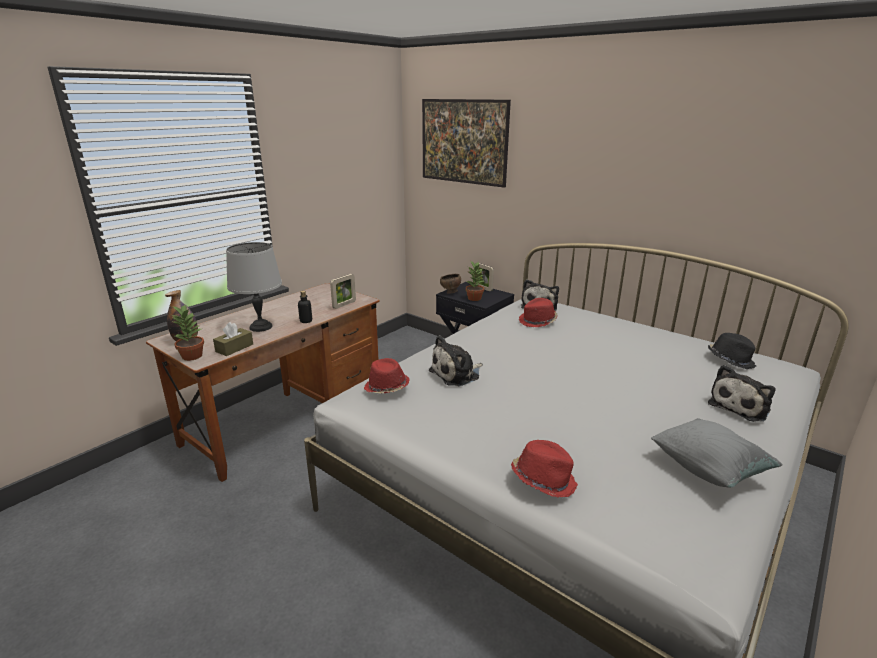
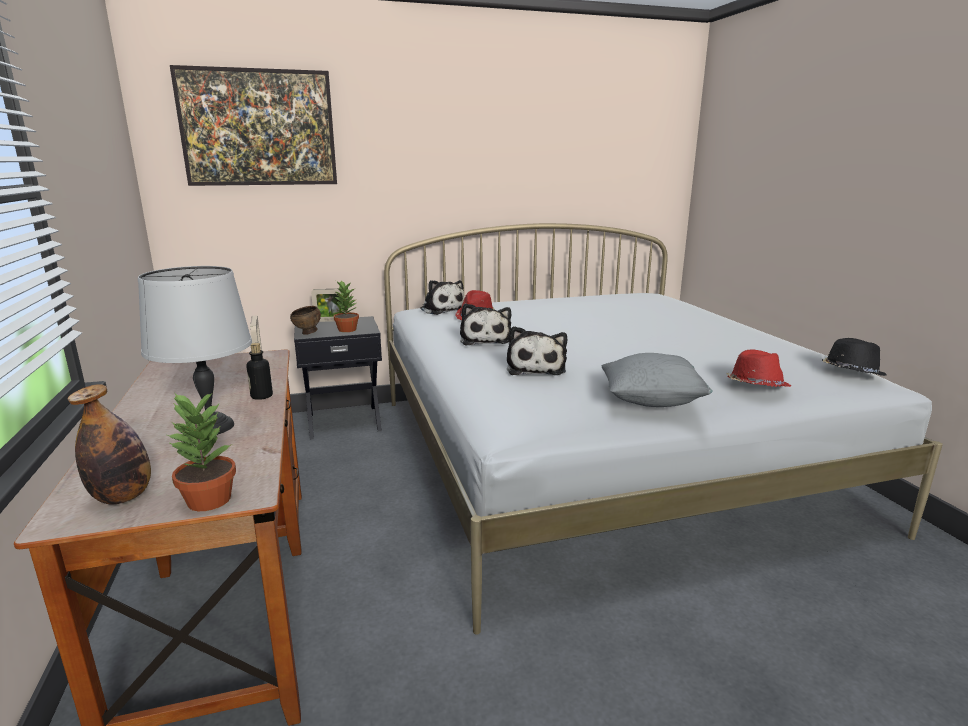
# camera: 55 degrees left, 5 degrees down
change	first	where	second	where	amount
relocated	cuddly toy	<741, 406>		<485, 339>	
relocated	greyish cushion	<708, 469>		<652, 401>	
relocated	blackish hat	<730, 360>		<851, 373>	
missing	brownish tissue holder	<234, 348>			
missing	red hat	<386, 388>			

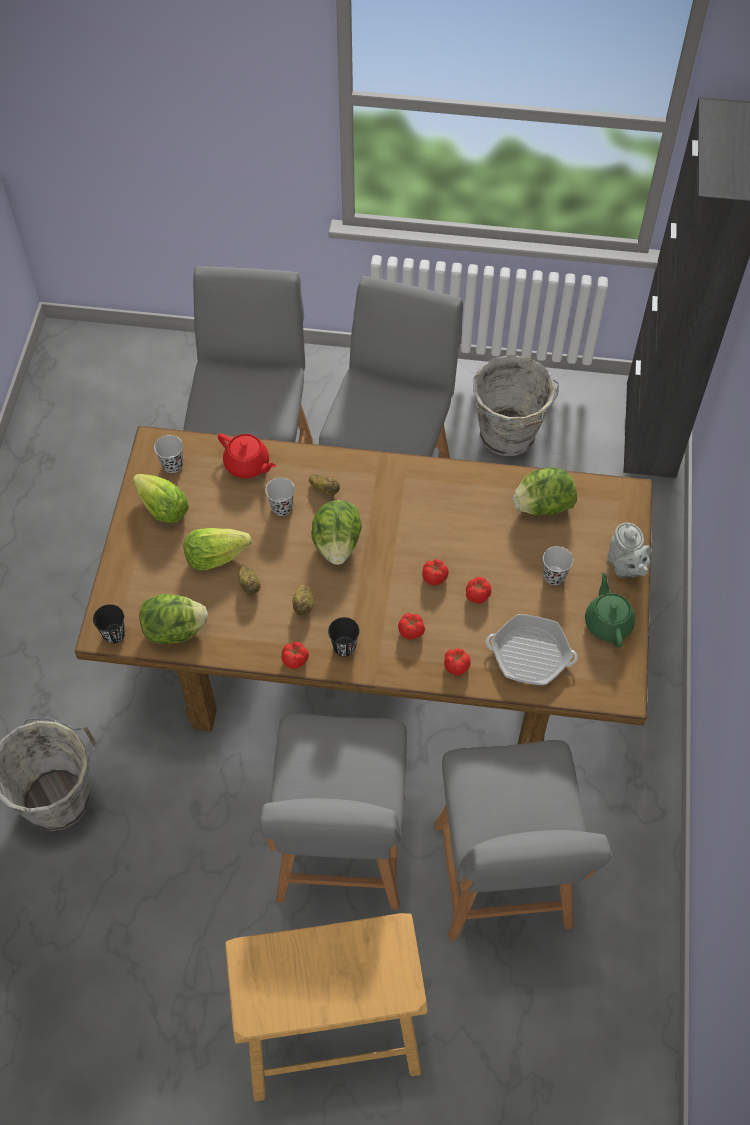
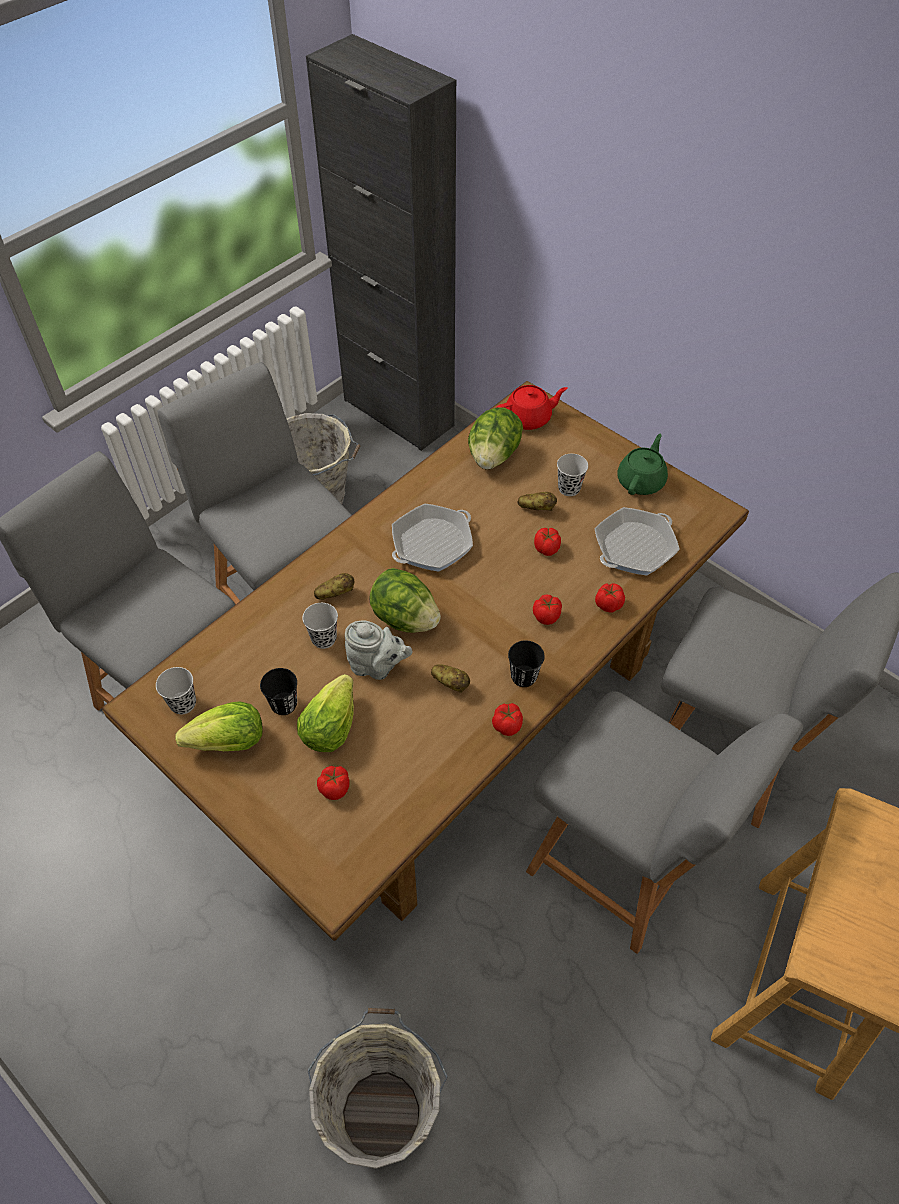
# camera: 55 degrees left, 5 degrees down
change	first	where	second	where	amount
relocated	blackish small cup	<114, 634>		<284, 704>	
relocated	whole tomato	<435, 577>		<335, 788>	
relocated	greyish pot for tea	<625, 567>		<377, 666>	
appeared			skillet	<432, 543>	
relocated	red pot for tea	<247, 465>		<529, 418>	
relocated	spud	<250, 585>		<536, 508>	
spun	greenish pot for tea	<608, 622>		<641, 481>	90 degrees clockwise
missing	lettuce head	<175, 630>			

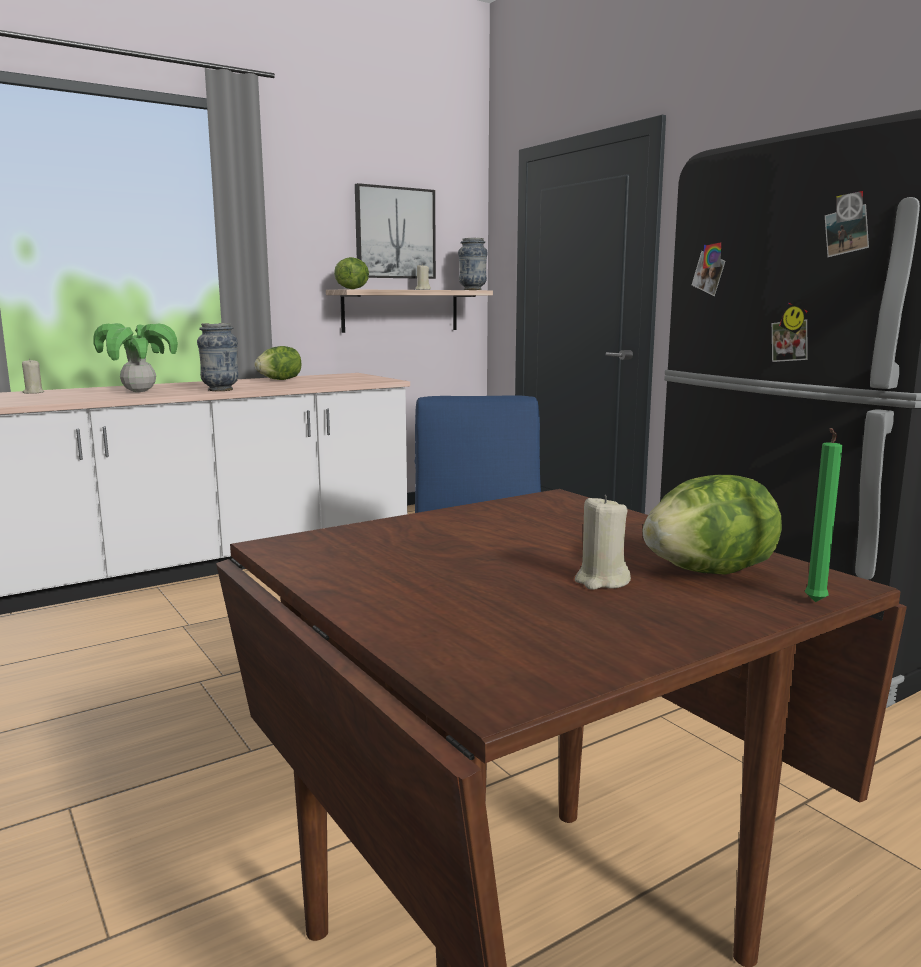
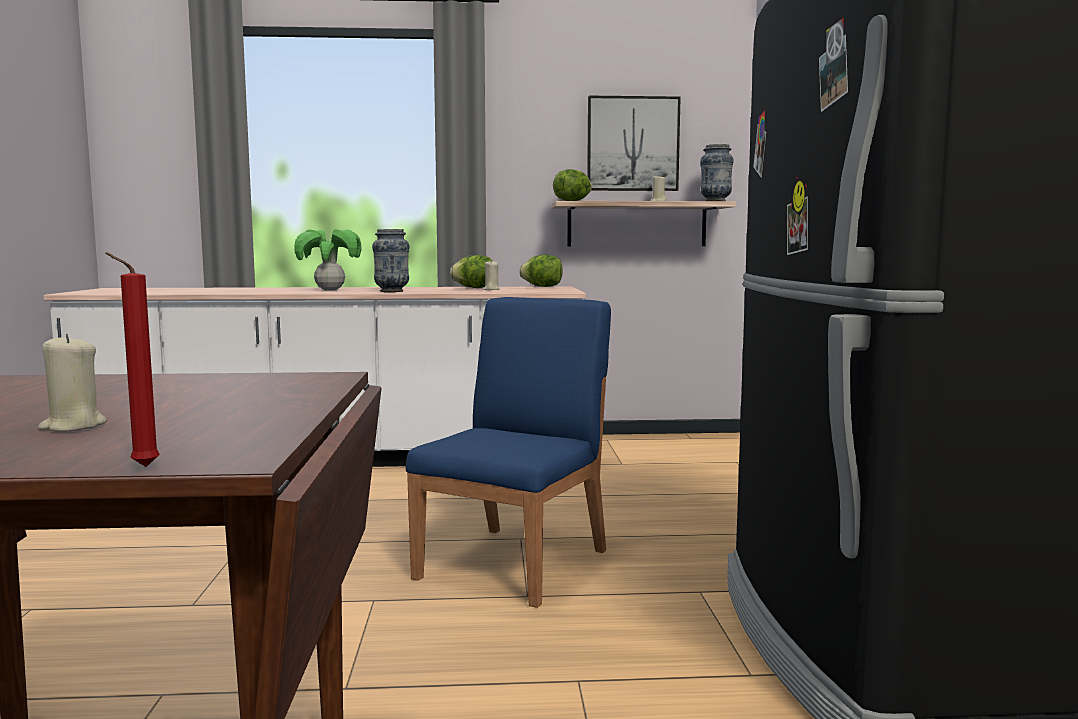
# camera: 30 degrees right, 5 degrees down
change	first	where	second	where	amount
colour	greenish wax light	<814, 603>	red wax light	<140, 467>	
relocated	beige wax light	<33, 392>		<491, 289>	
relocated	lettuce head	<709, 572>		<542, 286>	

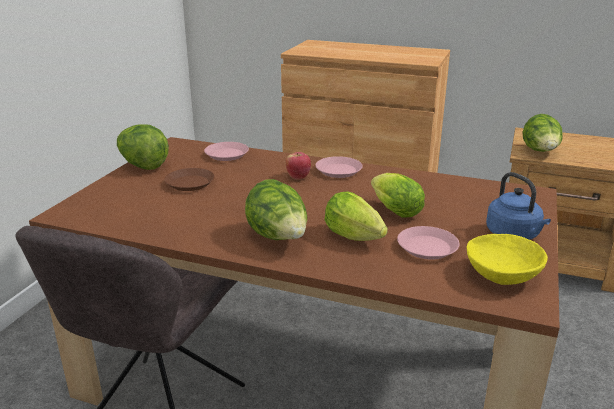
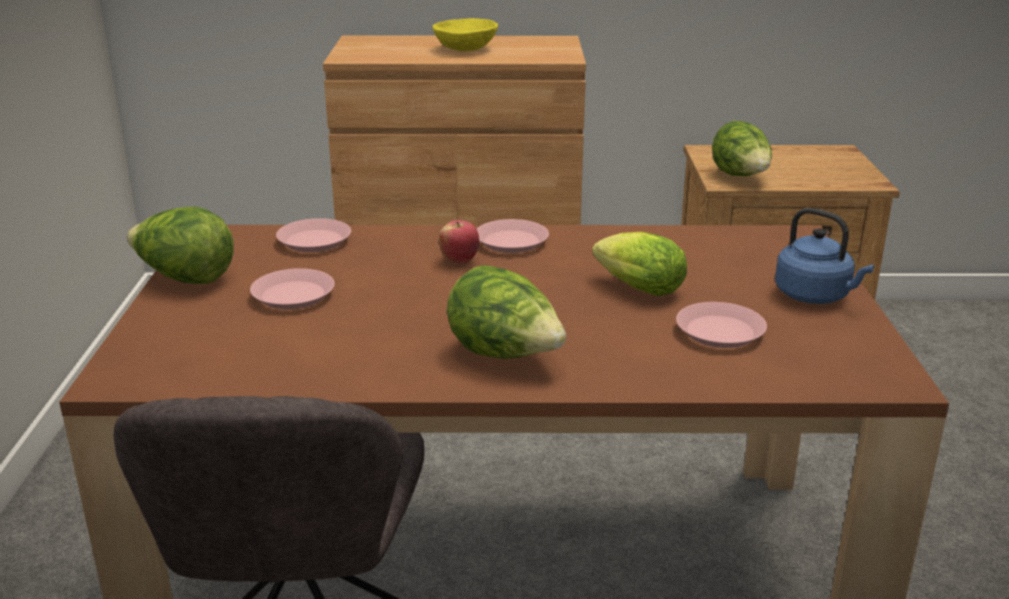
# camera: 20 degrees left, 0 degrees up
change	first	where	second	where	amount
colour	brownish flat dish	<190, 183>	pinkish flat dish	<294, 295>	
relocated	yellow-coloured deep dish	<503, 275>		<466, 49>	
missing	lettuce head	<356, 238>			

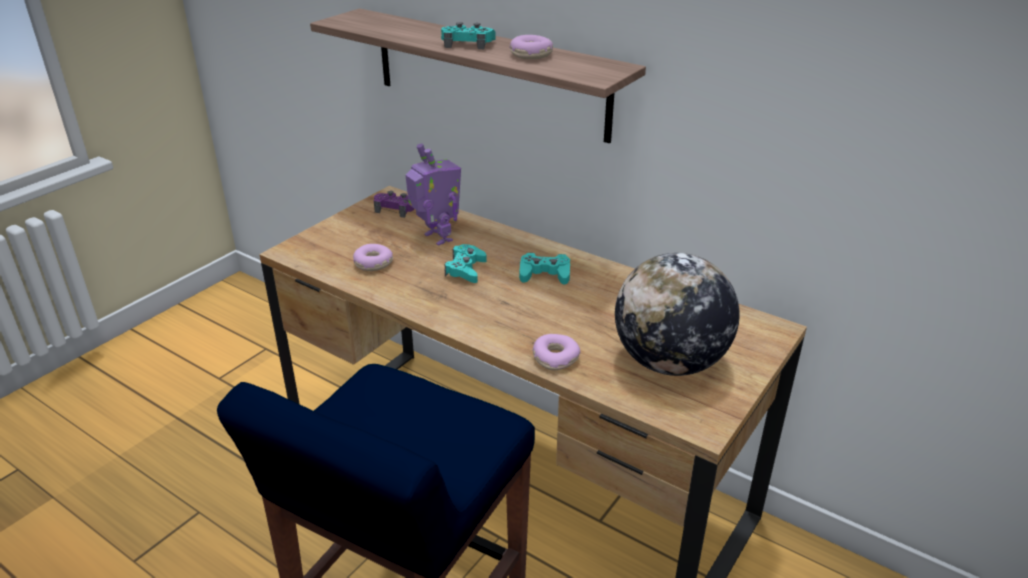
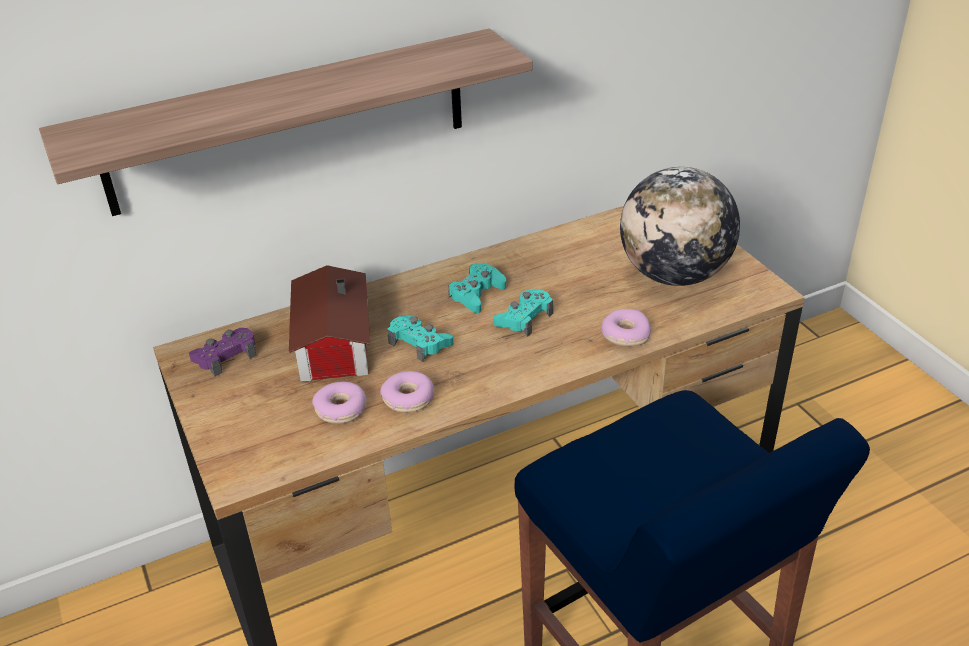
# camera: 60 degrees left, 5 degrees up
change	first	where	second	where	amount
exchanged	model robot	<436, 238>	miniature house	<330, 344>	
relocated	donut	<531, 55>		<408, 399>	
relocated	turquoise joypad	<468, 44>		<524, 318>	

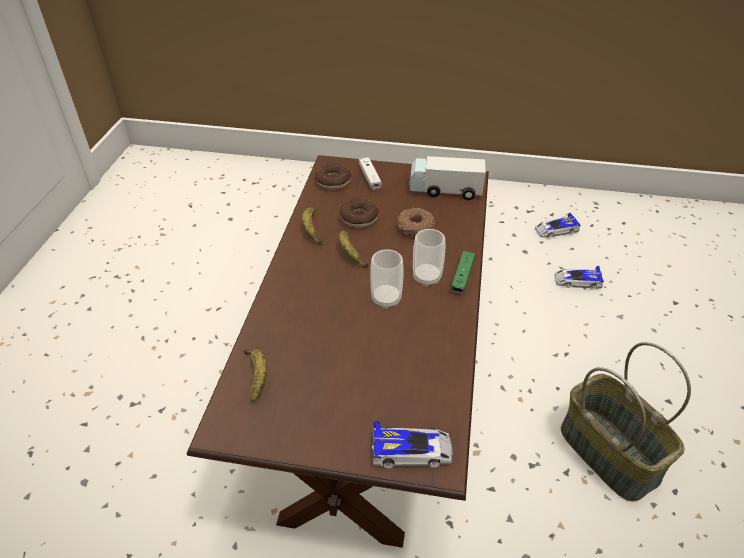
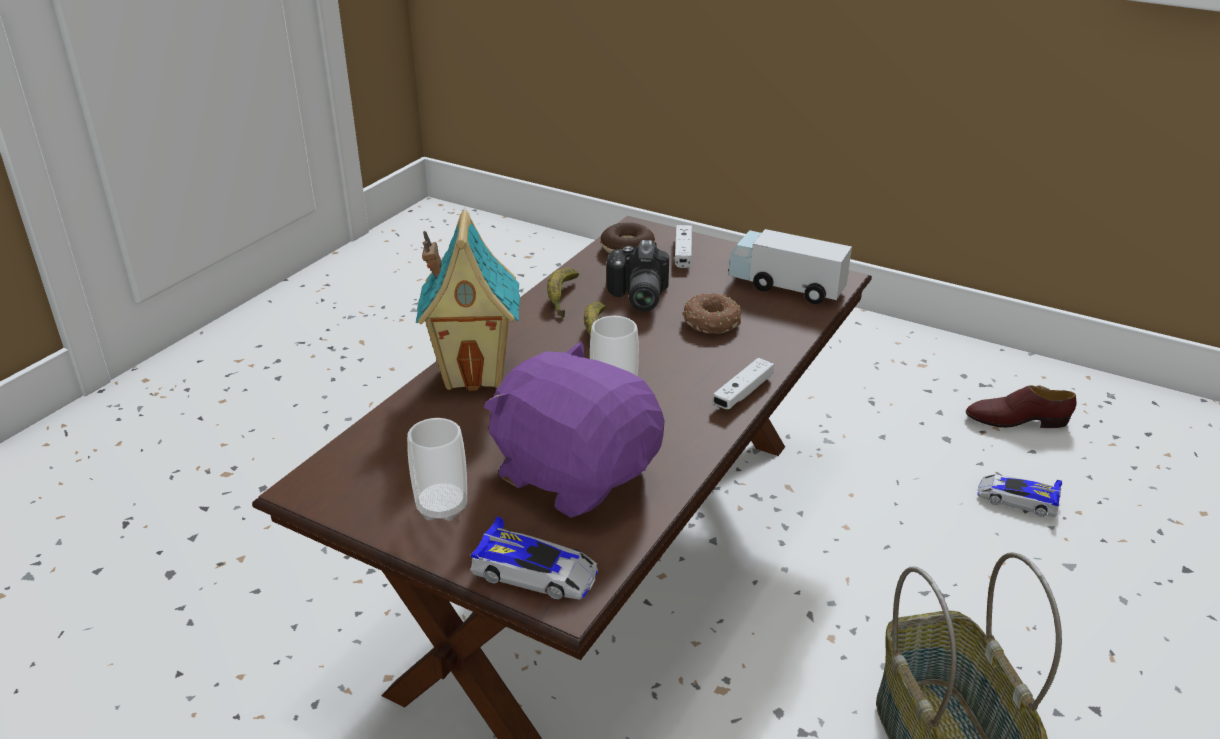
# camera: 20 degrees right, 10 degrees down
change	first	where	second	where	amount
relocated	small cup	<427, 277>		<442, 507>	
appeared			miniature house	<476, 372>	
appeared			purple-coloured cuddly toy	<575, 473>	
exchanged	donut	<359, 218>	still camera	<636, 297>	
colour	greenish joypad	<462, 277>	white-coloured joypad	<743, 393>	
exchanged	toy car	<555, 230>	brownish low shoe	<1016, 420>	
missing	banana	<257, 376>			

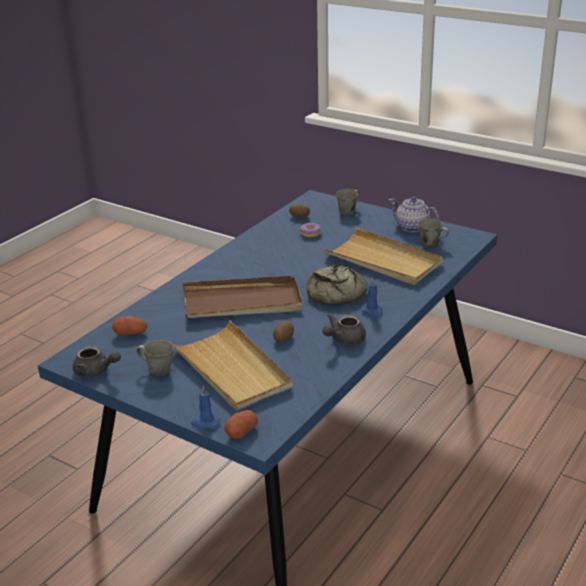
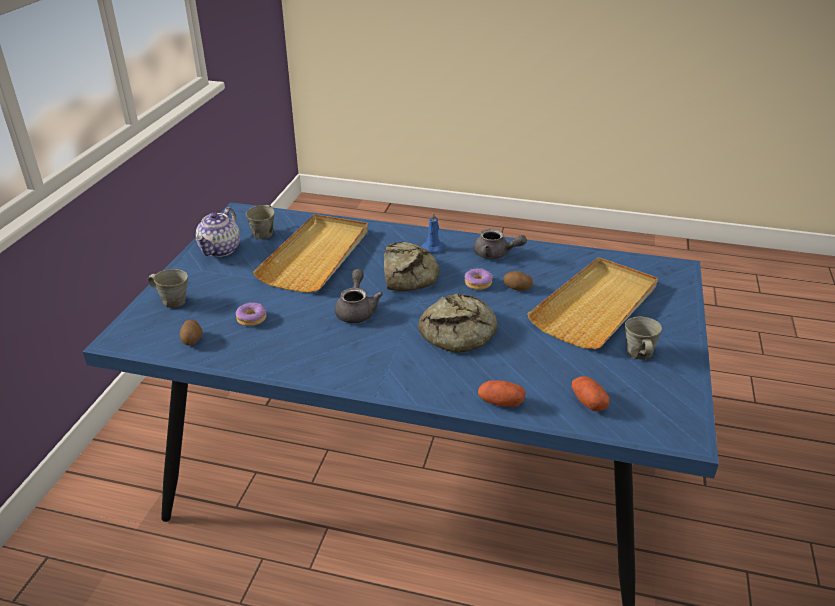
# camera: 110 degrees left, 5 degrees up
change	first	where	second	where	amount
relocated	greyish pot for tea	<96, 371>		<357, 310>	
exchanged	brownish tray	<242, 302>	baked bread	<461, 332>	
appeared			donut	<478, 283>	
relocated	spud	<242, 431>		<500, 402>	
missing	bluish wax light	<205, 423>			

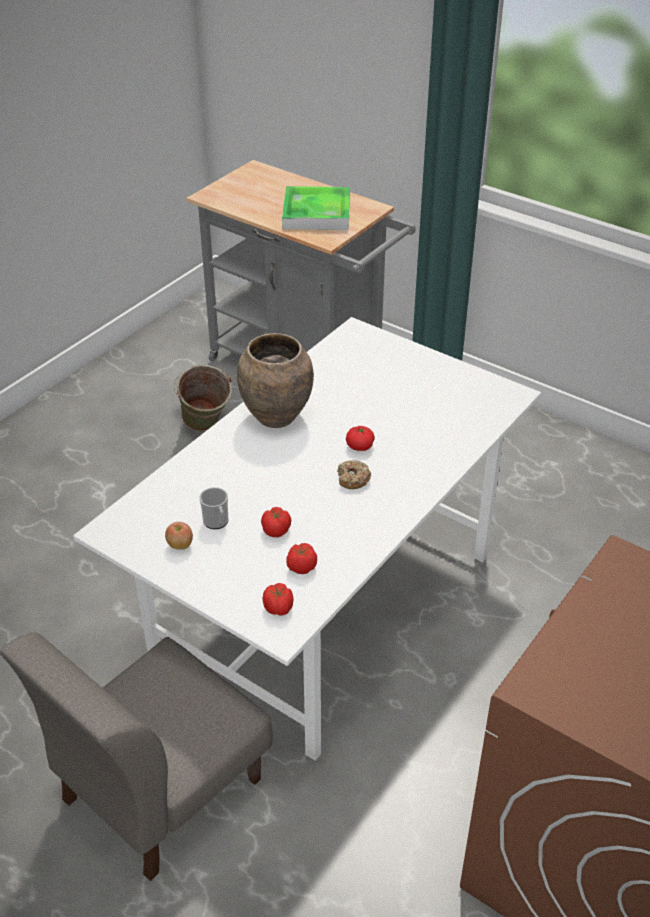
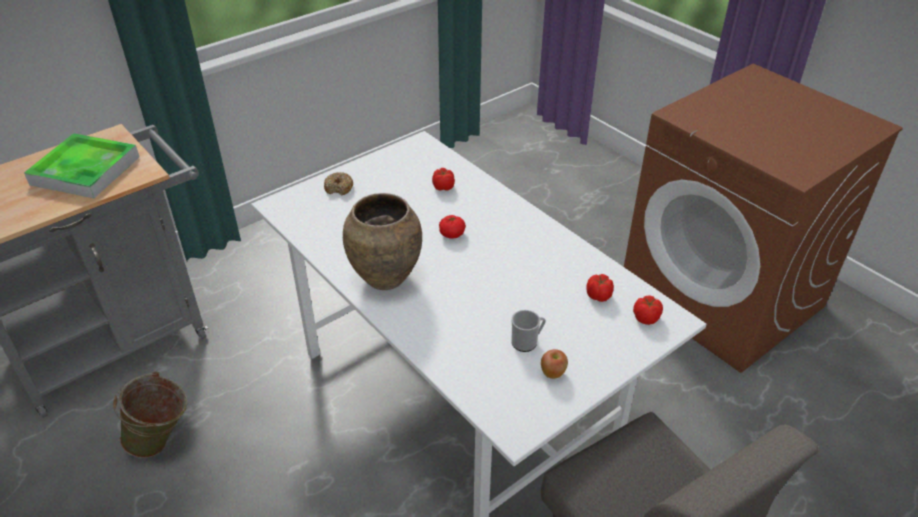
# camera: 75 degrees left, 0 degrees up
change	first	where	second	where	amount
relocated	donut	<353, 479>		<339, 188>	
relocated	whole tomato	<277, 530>		<443, 187>	

